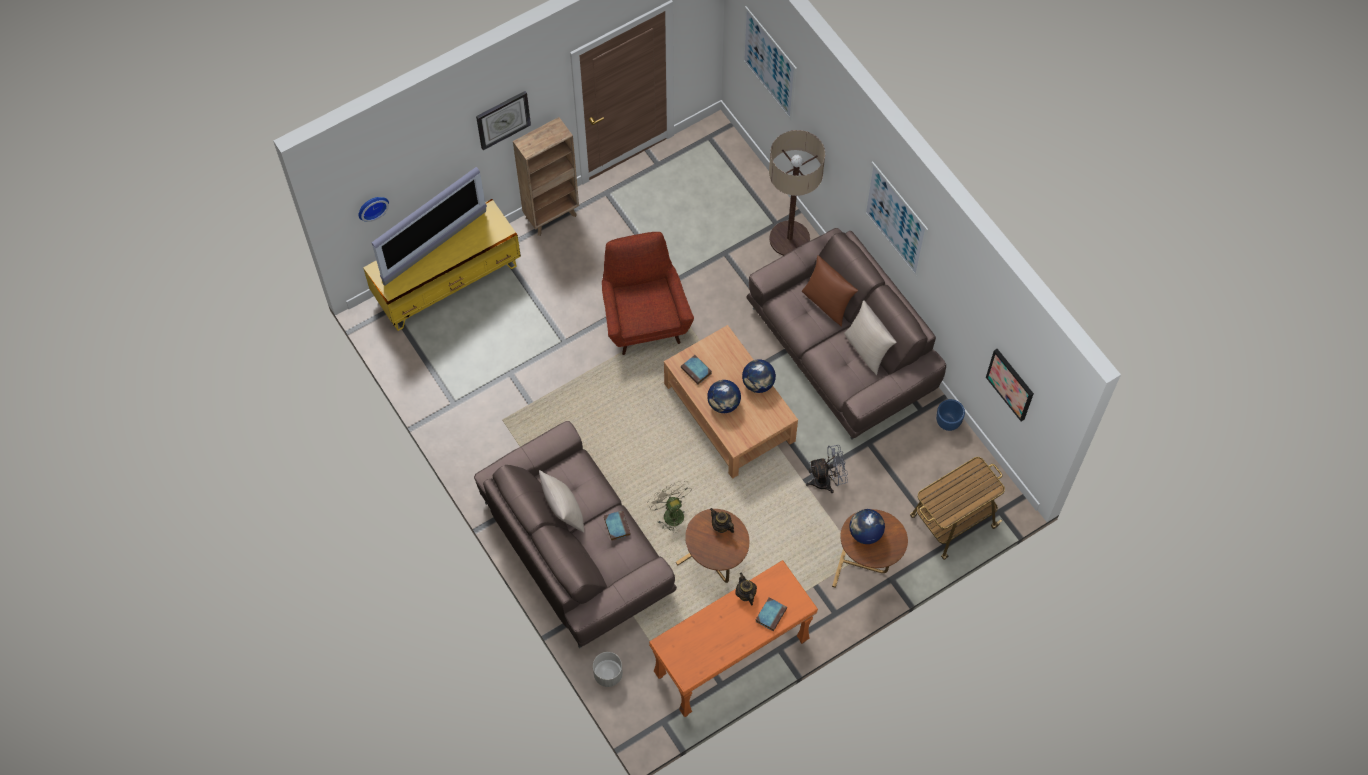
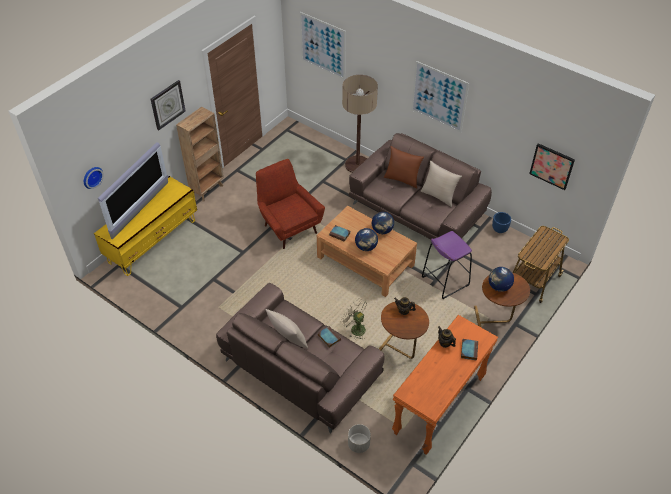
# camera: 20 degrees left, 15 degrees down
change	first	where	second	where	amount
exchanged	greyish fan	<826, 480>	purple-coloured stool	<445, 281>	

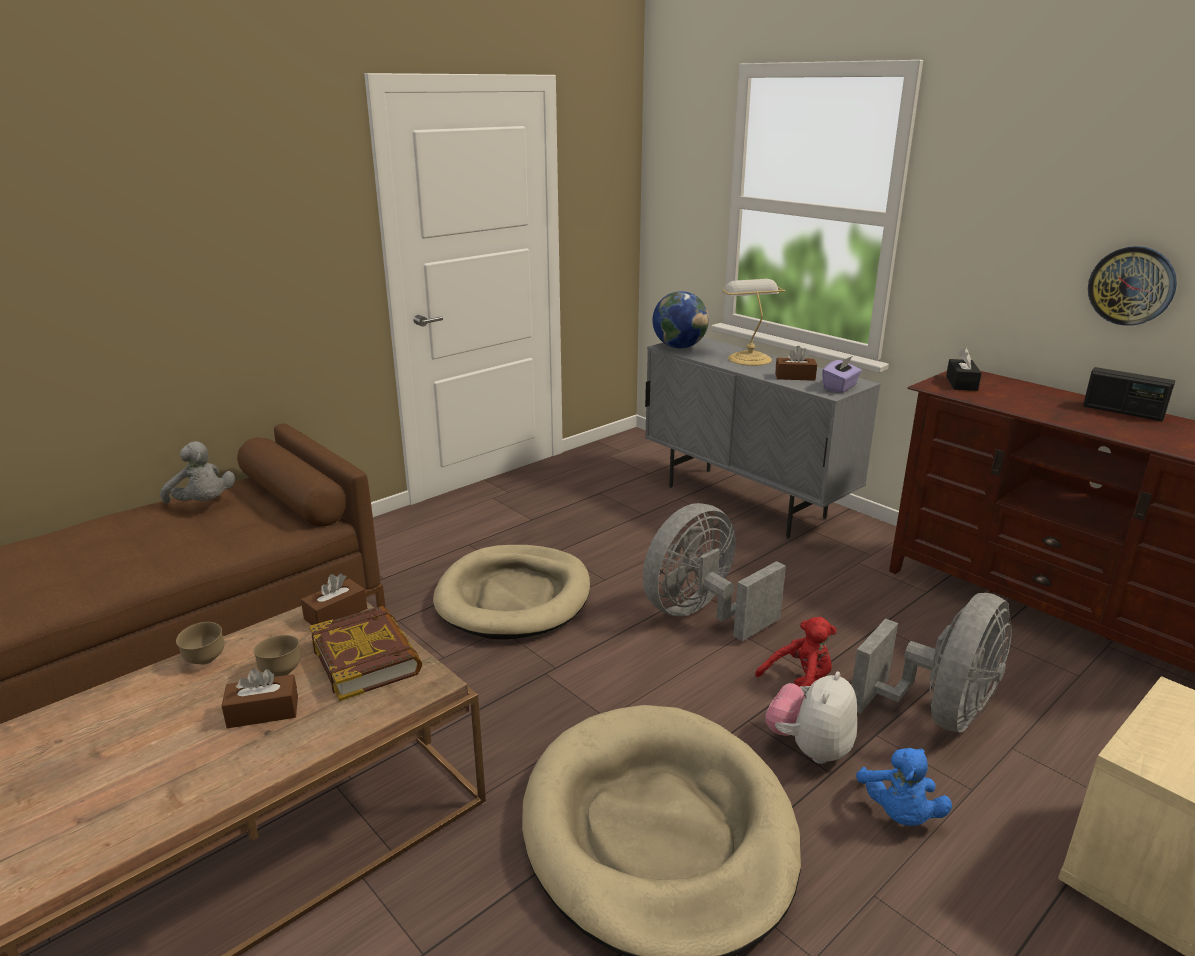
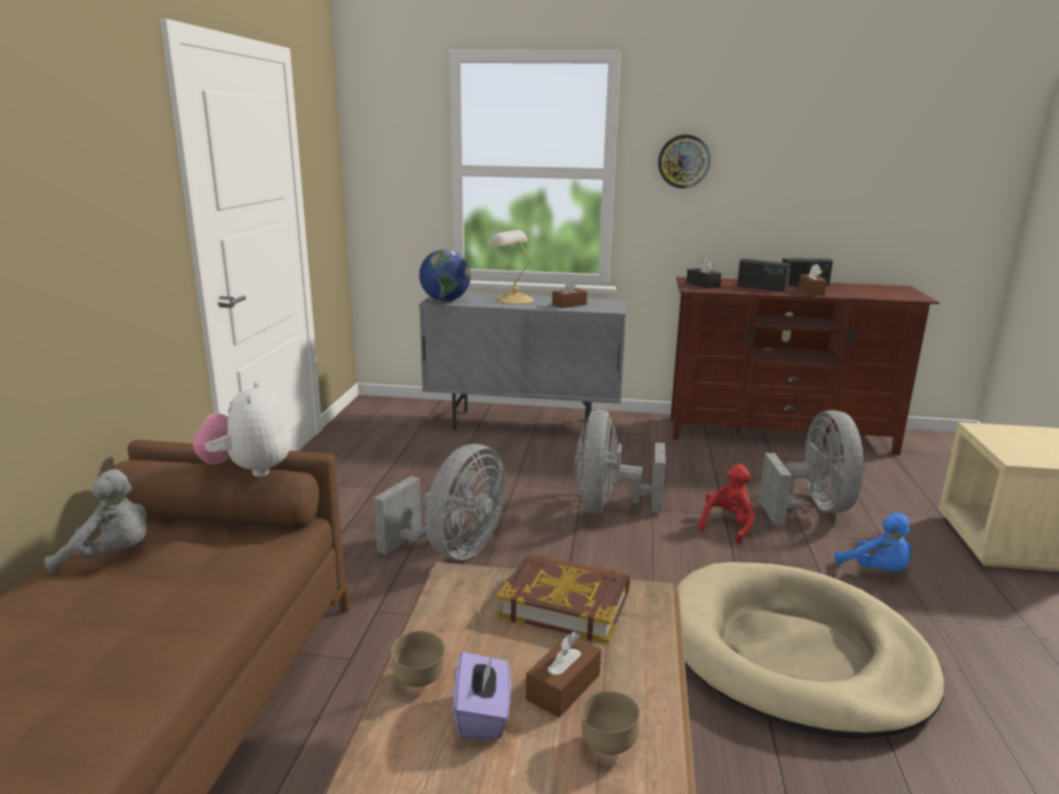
# camera: 40 degrees left, 5 degrees down
change	first	where	second	where	amount
relocated	cuddly toy	<810, 748>		<249, 470>	
exchanged	beige dog bed	<514, 597>	greyish fan	<453, 550>	
relocated	purple-coloured tissue holder	<840, 387>		<483, 715>	
relocated	brownish deep dish	<281, 672>		<607, 746>	
relocated	hanging clock	<1131, 285>		<683, 161>	
appeared			radio	<761, 287>	
relocated	brownish tissue holder	<336, 614>		<811, 291>	

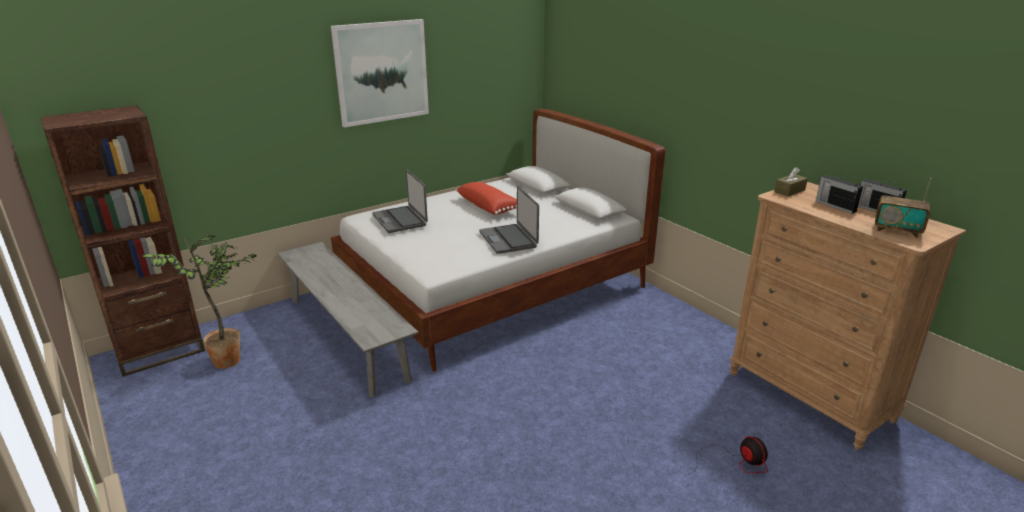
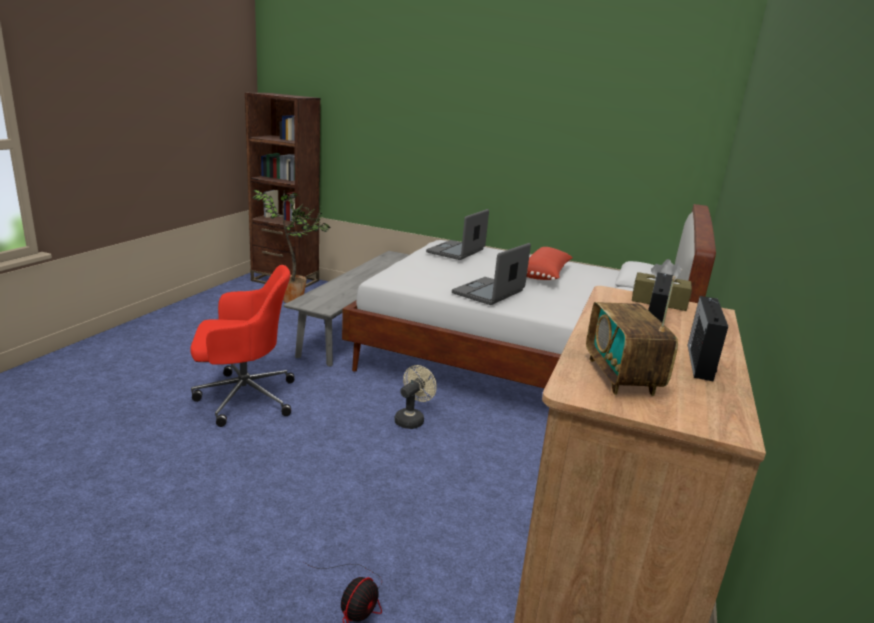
# camera: 55 degrees right, 5 degrees down
change	first	where	second	where	amount
appeared			red computer chair	<243, 397>	
appeared			beige fan	<412, 419>	
missing	picture	<382, 72>			

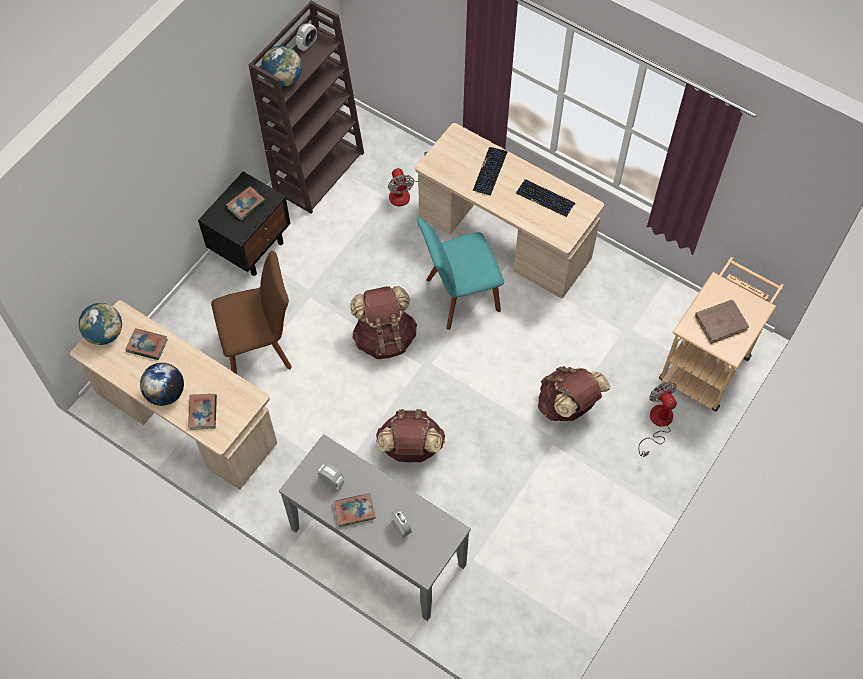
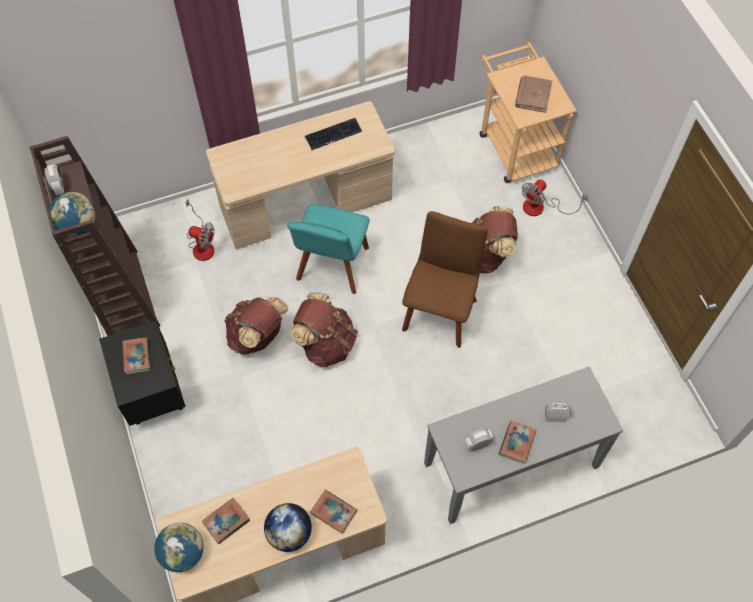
# camera: 55 degrees left, 0 degrees up
change	first	where	second	where	amount
relocated	brownish rucksack	<410, 448>		<257, 336>	
relocated	brownish plain chair	<260, 347>		<440, 311>	
spun	fan	<657, 423>		<541, 207>	60 degrees counterclockwise
missing	PC keyboard	<490, 171>			

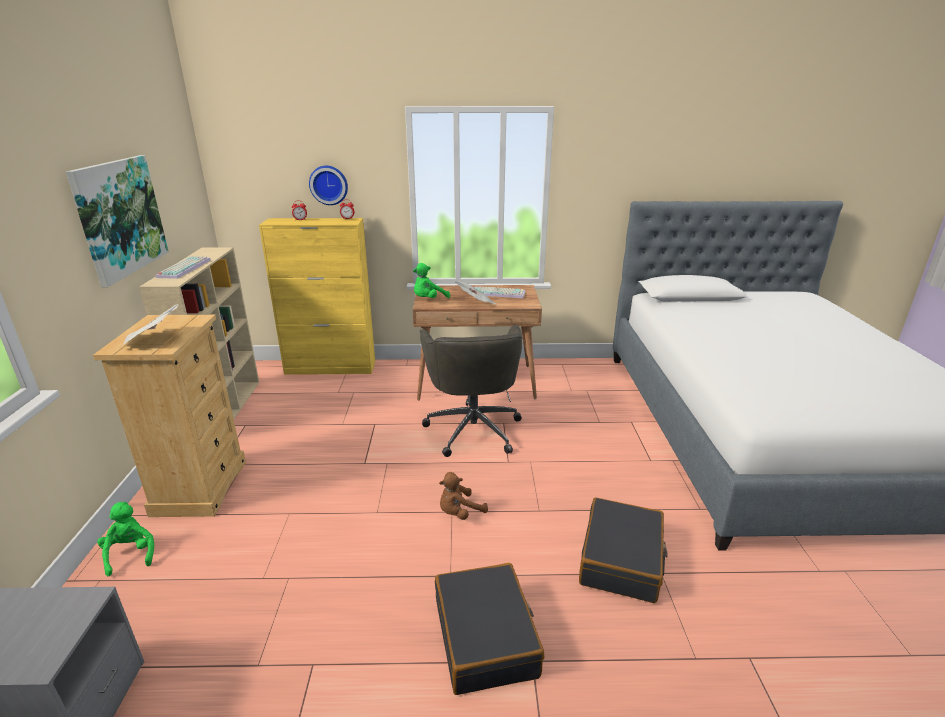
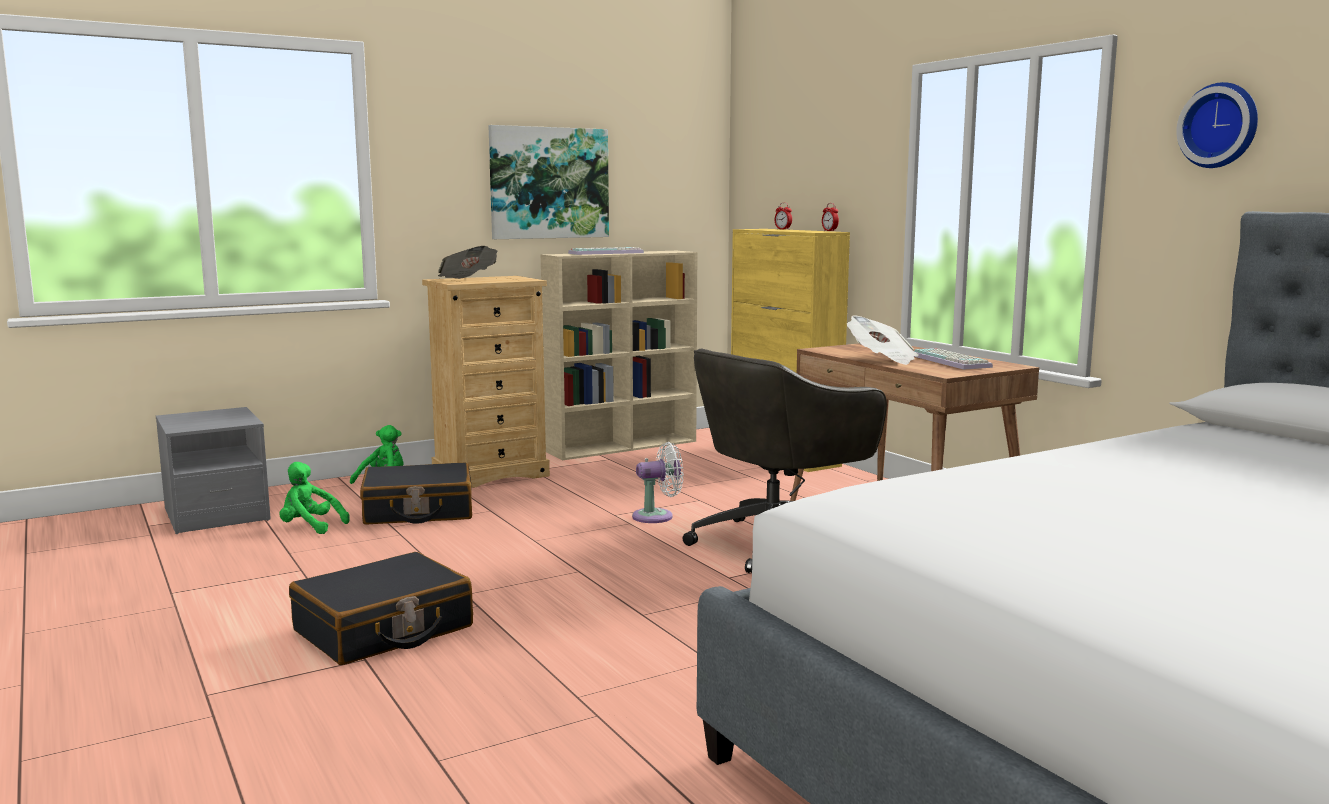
# camera: 60 degrees right, 15 degrees down
change	first	where	second	where	amount
relocated	greenish cuddly toy	<428, 300>		<310, 527>	
relocated	blackish piece of luggage	<621, 560>		<418, 511>	
appeared			white-coloured fan	<657, 516>	
relocated	hanging clock	<329, 185>		<1220, 126>	
missing	brownish cuddly toy	<459, 512>			

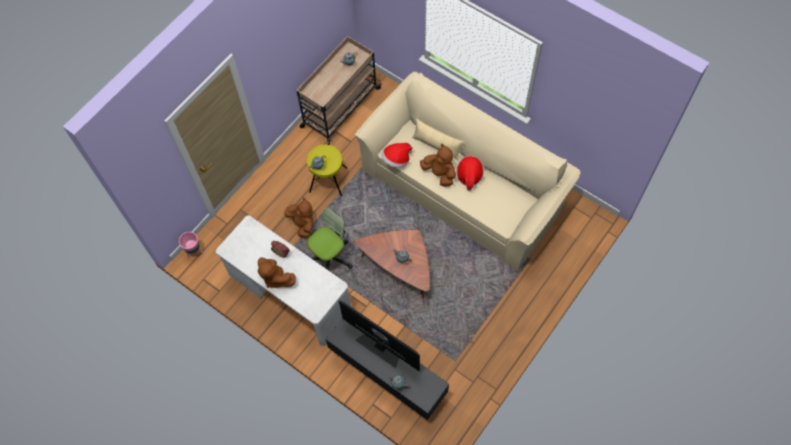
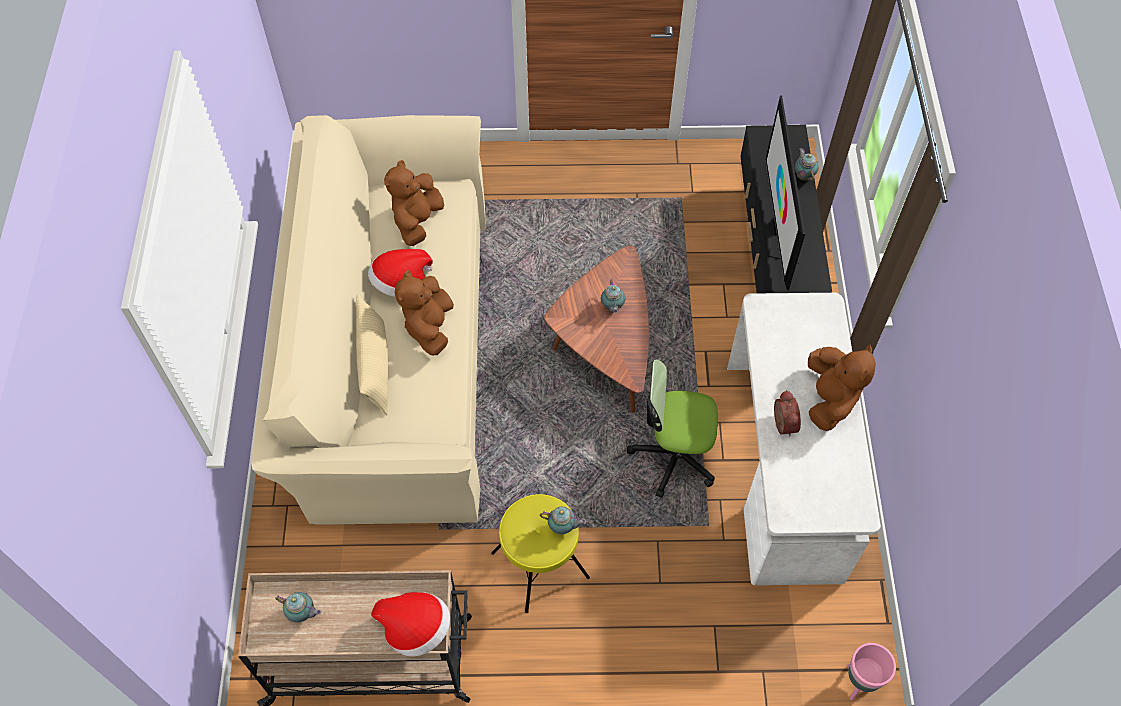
# camera: 130 degrees left, 5 degrees down
change	first	where	second	where	amount
relocated	hat	<396, 160>		<416, 629>	
relocated	brownish cuddly toy	<302, 224>		<417, 221>	

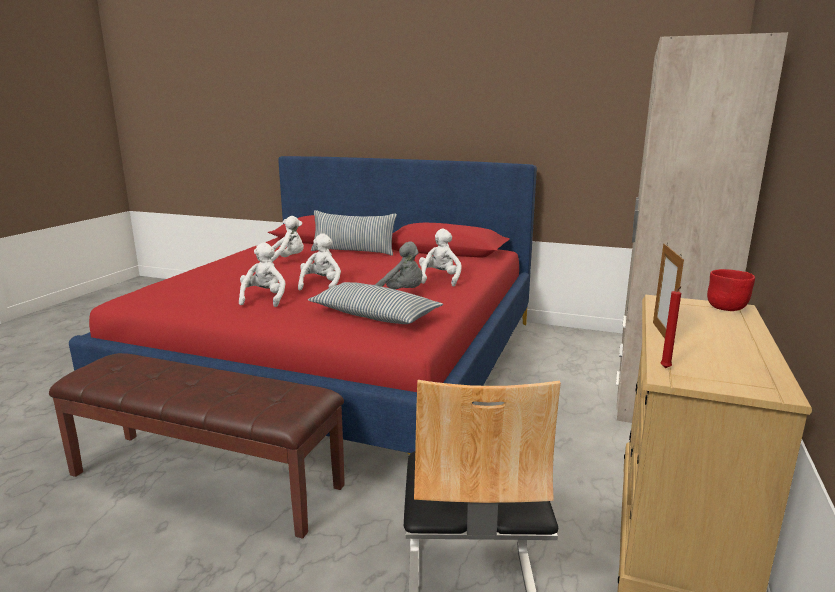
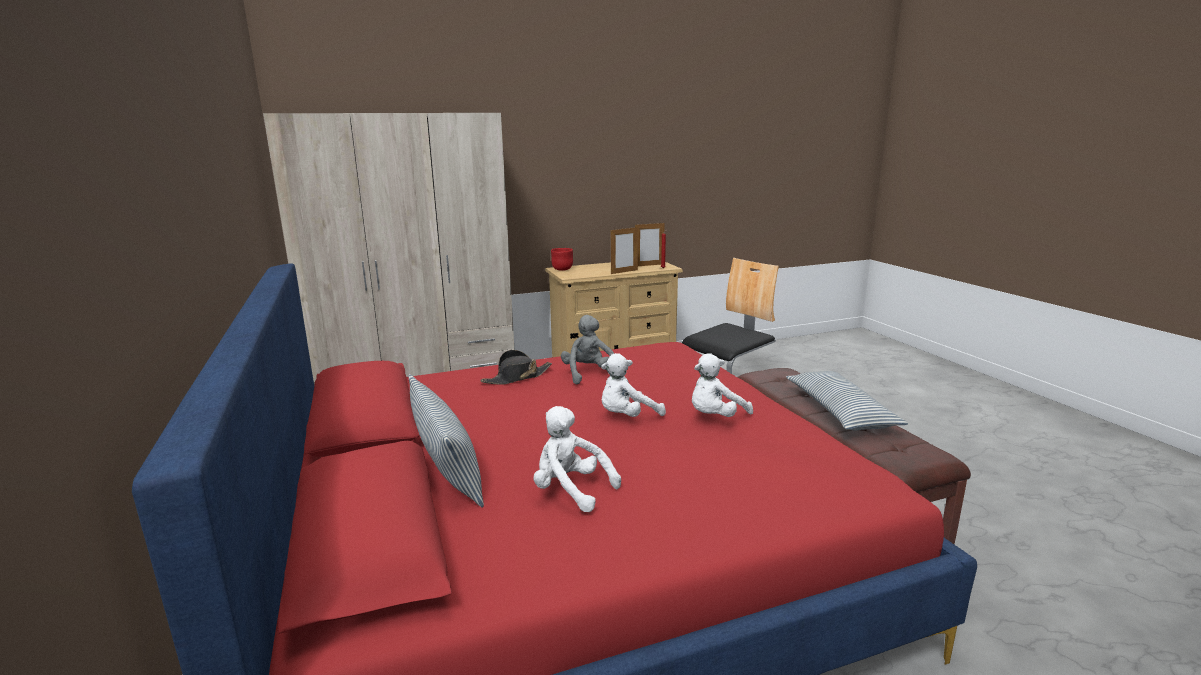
# camera: 130 degrees left, 0 degrees up
change	first	where	second	where	amount
exchanged	white-coloured cuddly toy	<440, 279>	blackish hat	<517, 377>	
appeared			photo frame	<649, 265>	
relocated	cushion	<374, 315>		<840, 412>	

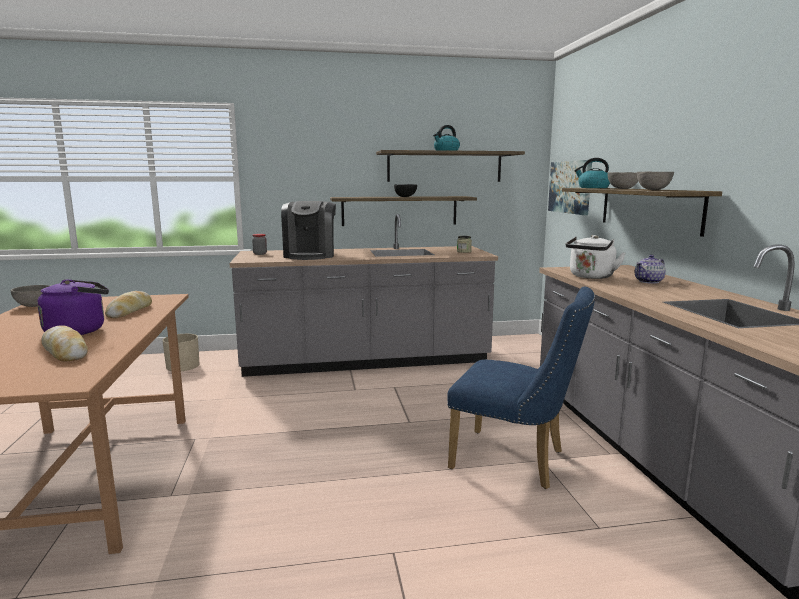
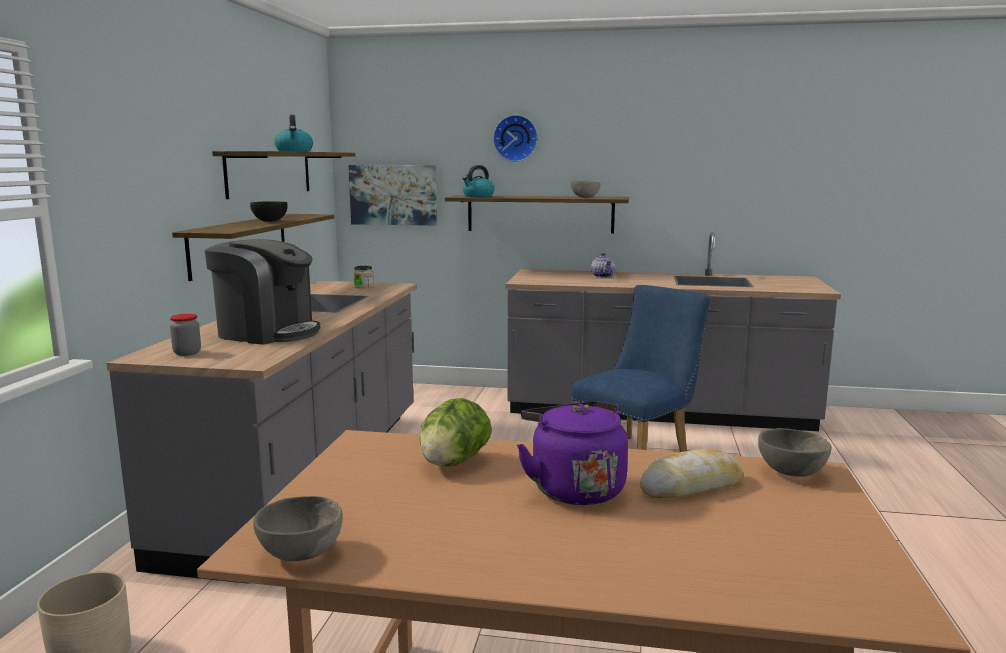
# camera: 70 degrees left, 0 degrees up
change	first	where	second	where	amount
exchanged	baked bread	<130, 311>	lettuce head	<453, 463>	
appeared			hanging clock	<516, 138>	
relocated	greyish deep dish	<622, 188>		<792, 473>	
missing	white-coloured kettle	<590, 277>			

